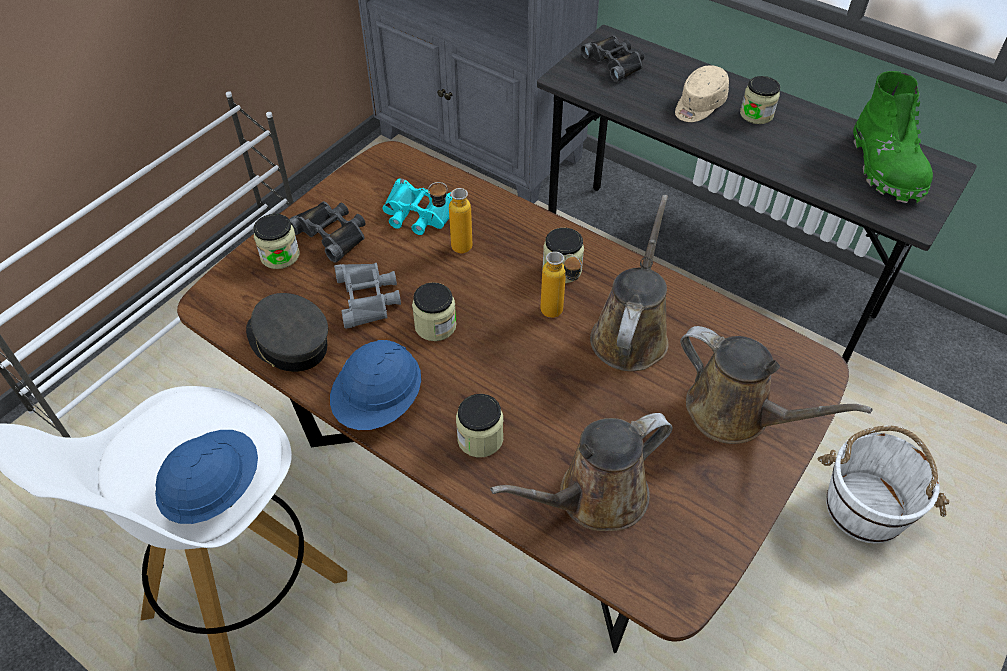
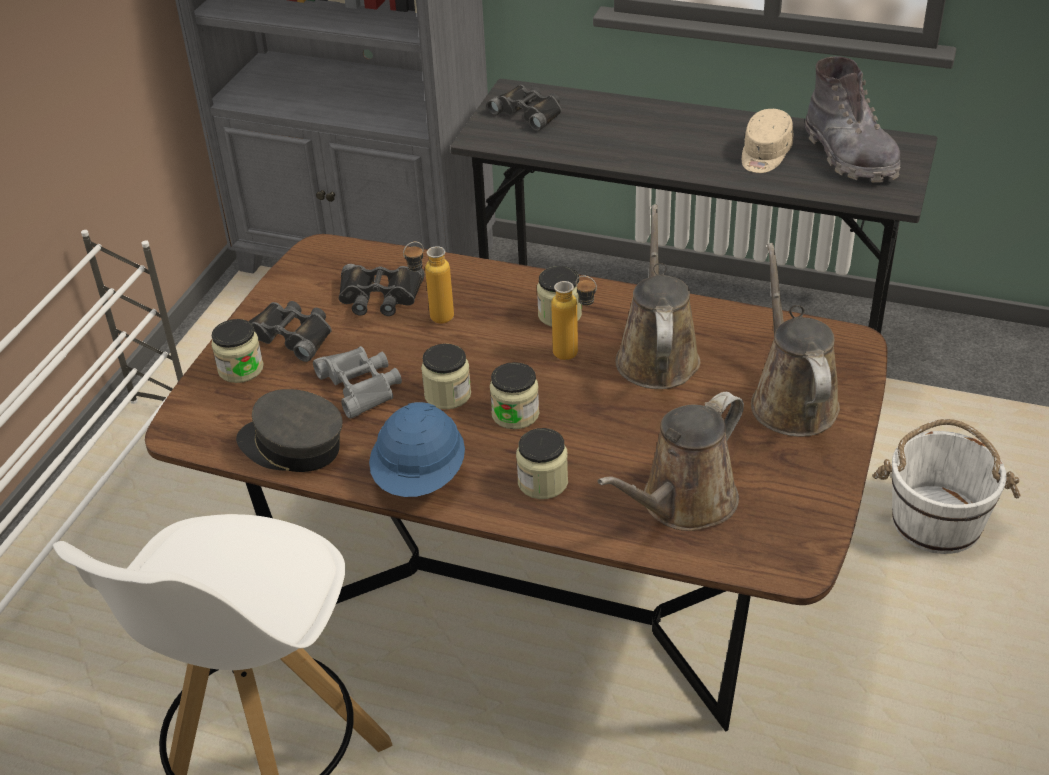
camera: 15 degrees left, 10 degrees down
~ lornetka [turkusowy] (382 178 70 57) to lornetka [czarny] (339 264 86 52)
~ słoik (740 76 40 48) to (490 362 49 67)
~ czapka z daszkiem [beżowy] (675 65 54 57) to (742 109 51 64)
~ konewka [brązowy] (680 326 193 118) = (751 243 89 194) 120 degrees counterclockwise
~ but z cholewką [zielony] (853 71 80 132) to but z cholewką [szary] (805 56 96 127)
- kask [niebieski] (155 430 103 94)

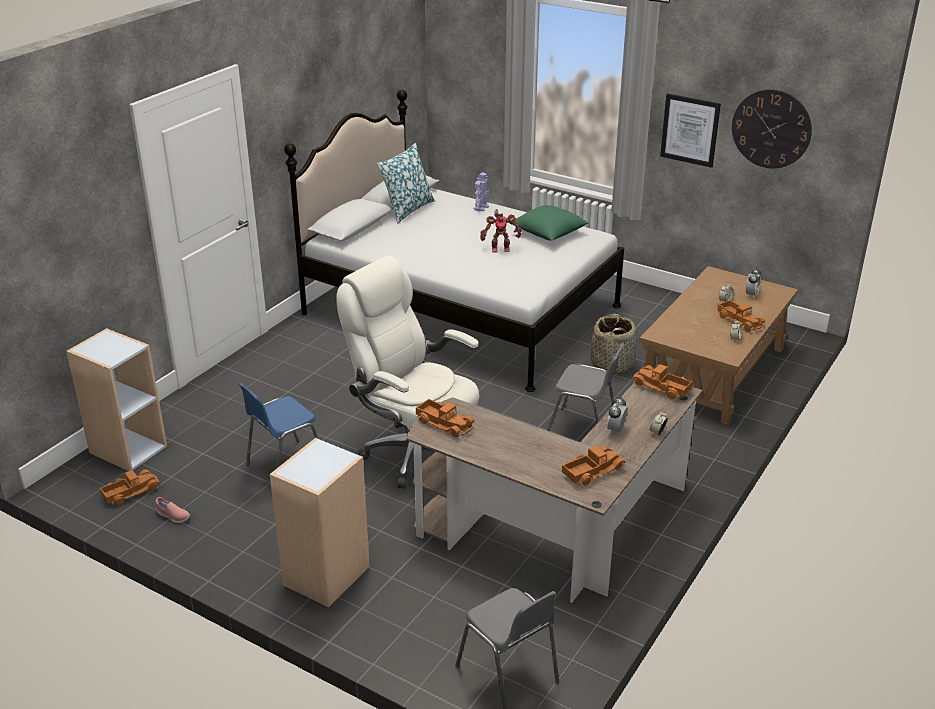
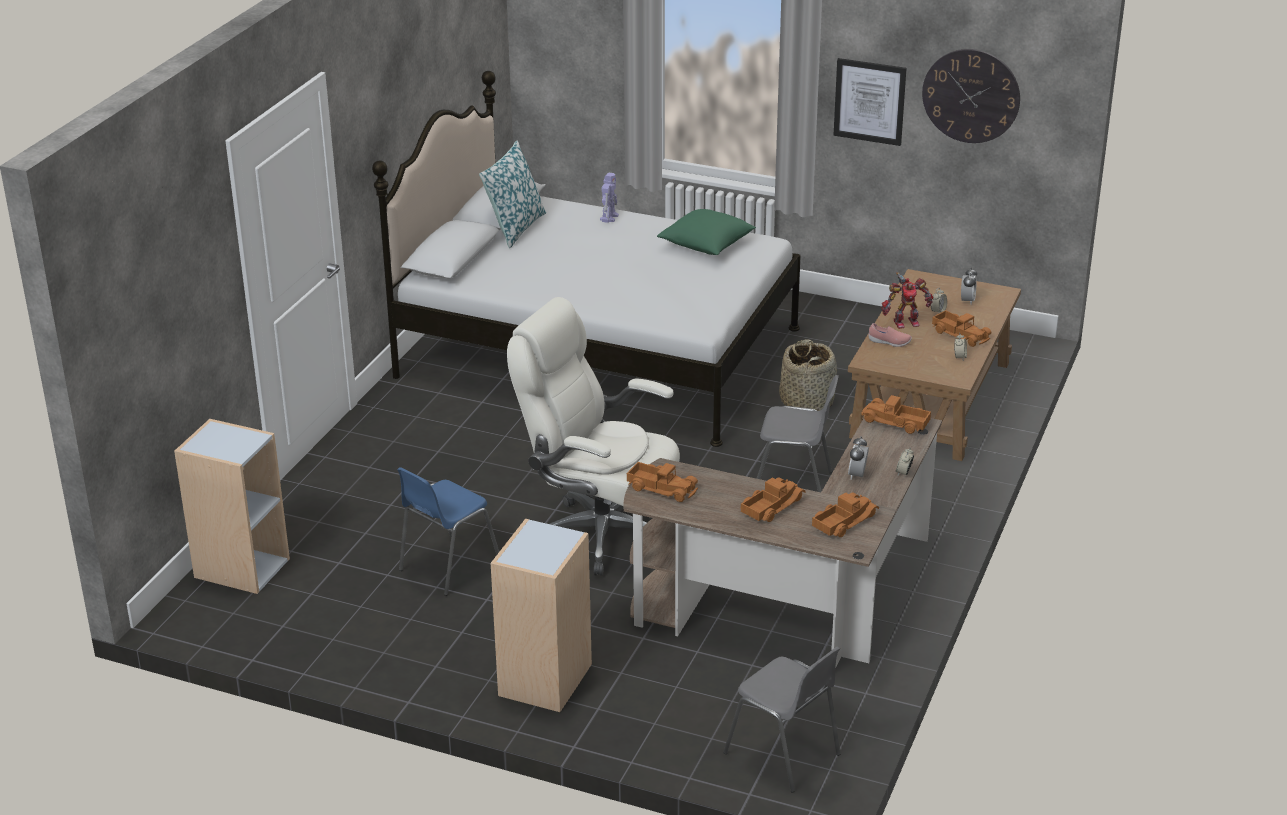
camera: 10 degrees left, 0 degrees up
~ ciężarówka zabawkowa (100 469 59 36) to (740 477 66 45)
~ but [różowy] (155 497 35 26) to (868 323 44 24)
~ robot zabawkowy (480 209 42 43) to (881 272 52 57)

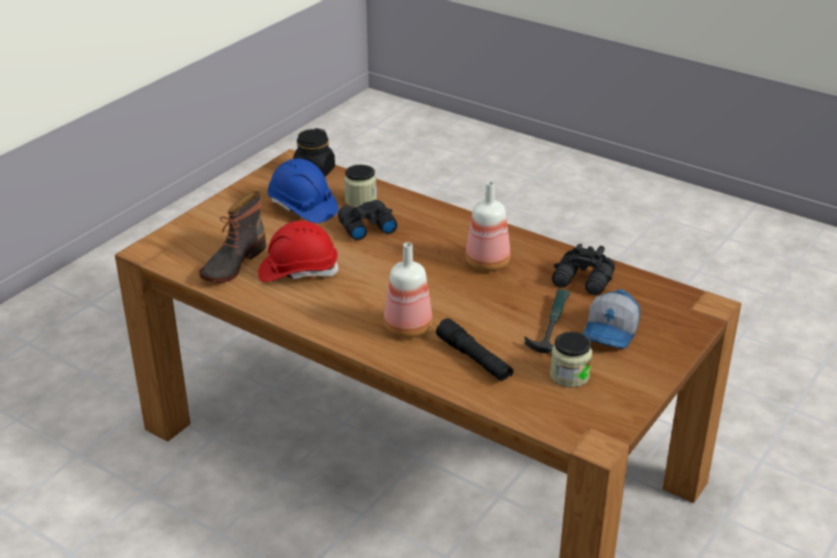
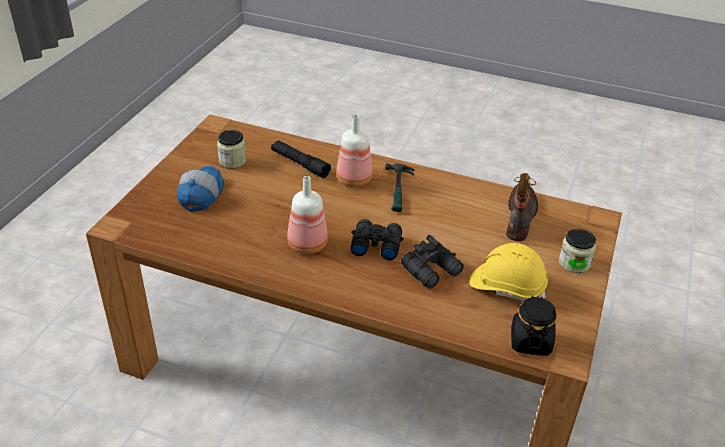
camera: 165 degrees right, 5 degrees up
~ lornetka [czarny] (552 244 63 51) to (351 219 53 41)
~ młotek (524 289 46 64) to (385 163 30 49)
~ kask [niebieski] (267 159 71 64) to kask [żółty] (470 243 78 59)
~ słoik (344 165 33 43) to (559 229 37 44)
- kask [czerwony] (258 221 81 61)

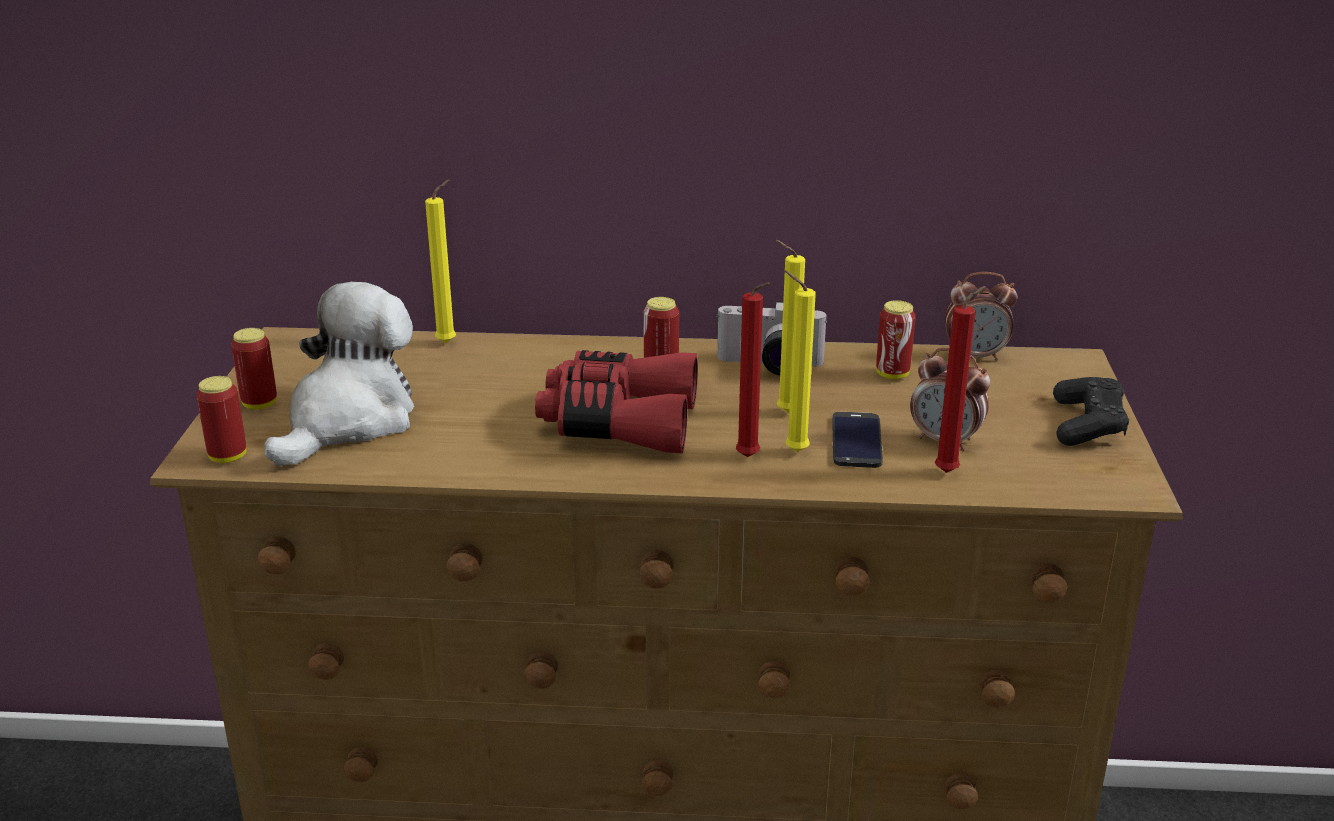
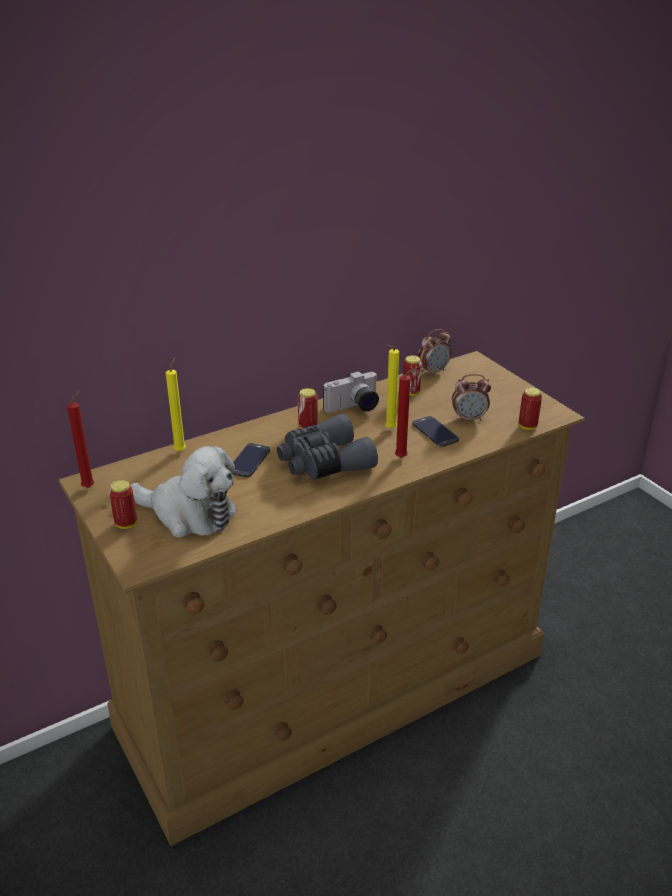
camera: 35 degrees left, 5 degrees up
~ świeca [czerwony] (935 286 51 187) to (67 390 27 98)
~ pluszak (264 282 150 184) = (130 446 107 92) 120 degrees clockwise
+ telefon (233 443 37 34)
~ lornetka [czerwony] (535 350 163 103) to lornetka [szary] (277 413 101 67)
~ puszka (196 376 51 87) to (519 387 23 43)
- świeca [żółty] (785 270 31 182)
- pad do gier [czarny] (1053 377 76 69)

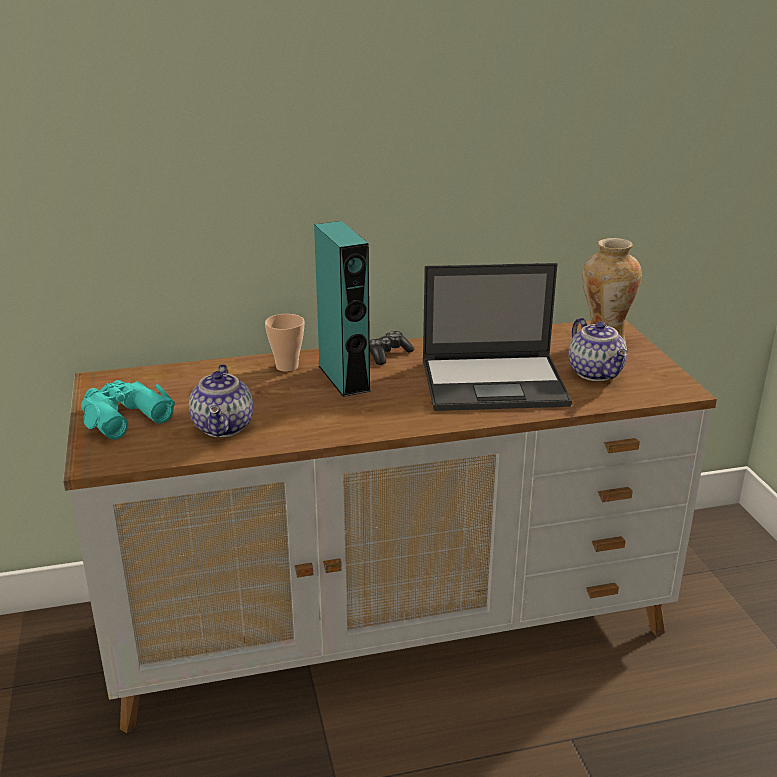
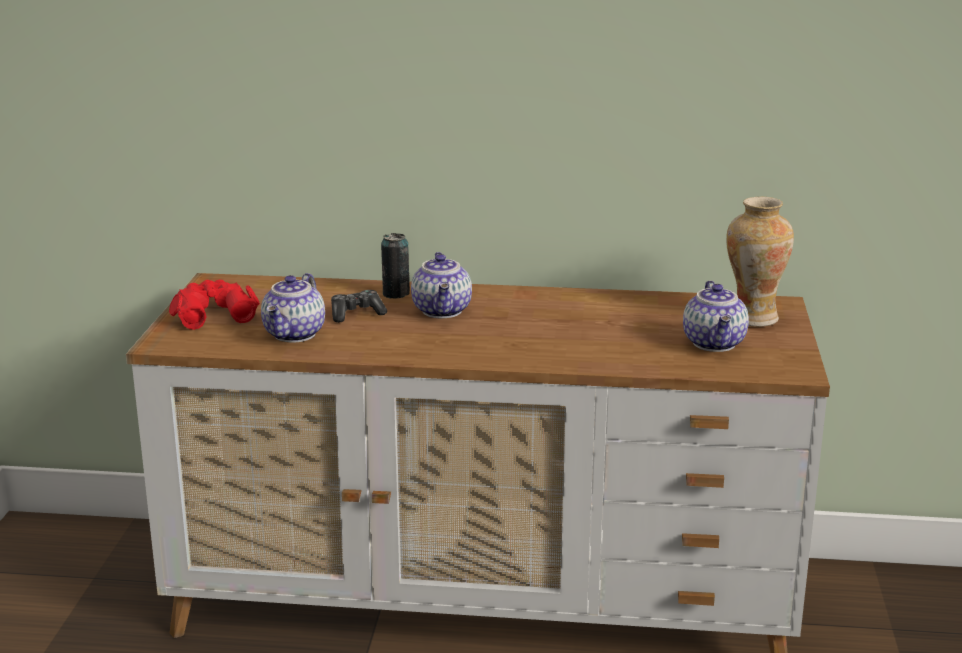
camera: 20 degrees right, 5 degrees down
~ lornetka [turkusowy] (81 380 94 60) to lornetka [czerwony] (169 280 91 50)
~ pad do gier (370 331 44 34) to (331 290 56 33)
~ filiżanka (265 314 39 58) to puszka (381 233 29 66)
~ głośnik [turkusowy] (314 221 57 176) to imbryk (411 252 61 66)
- laptop (423 263 149 148)

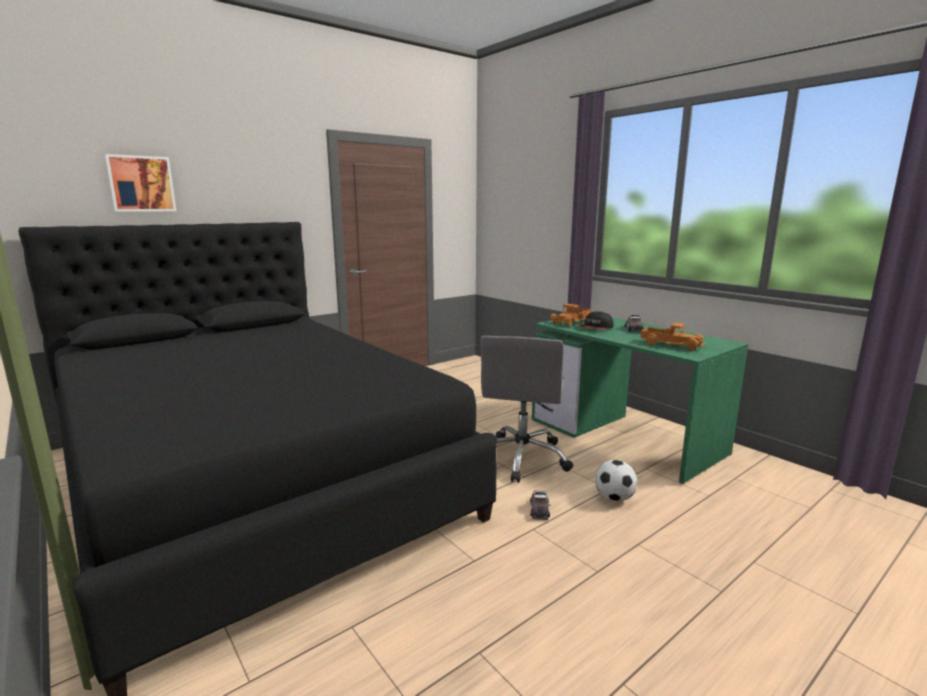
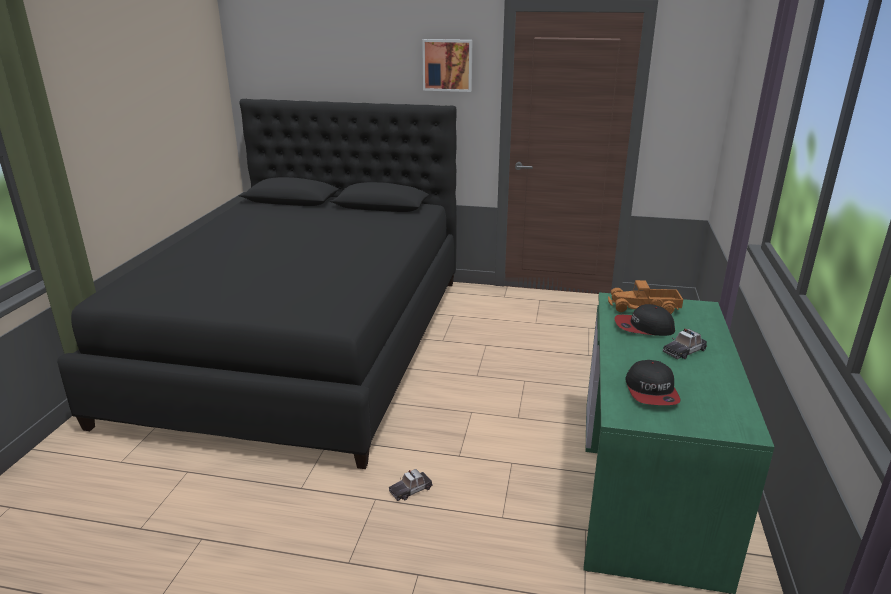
camera: 50 degrees right, 10 degrees up
~ obraz (105 154 71 58) to (422 39 50 53)
~ ciężarówka zabawkowa (640 323 65 28) to czapka z daszkiem (625 360 56 45)
- krzesło biurowe [szary] (480 336 94 147)
- piłka futbolowa (595 460 42 41)

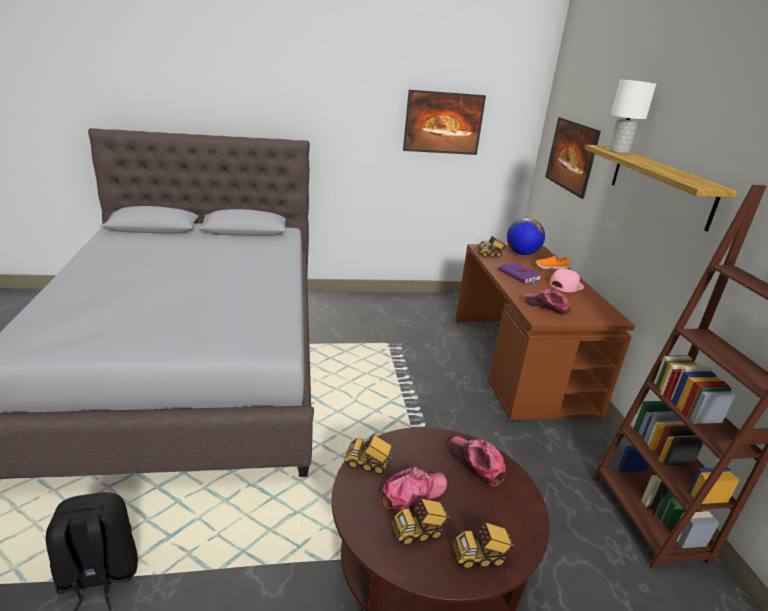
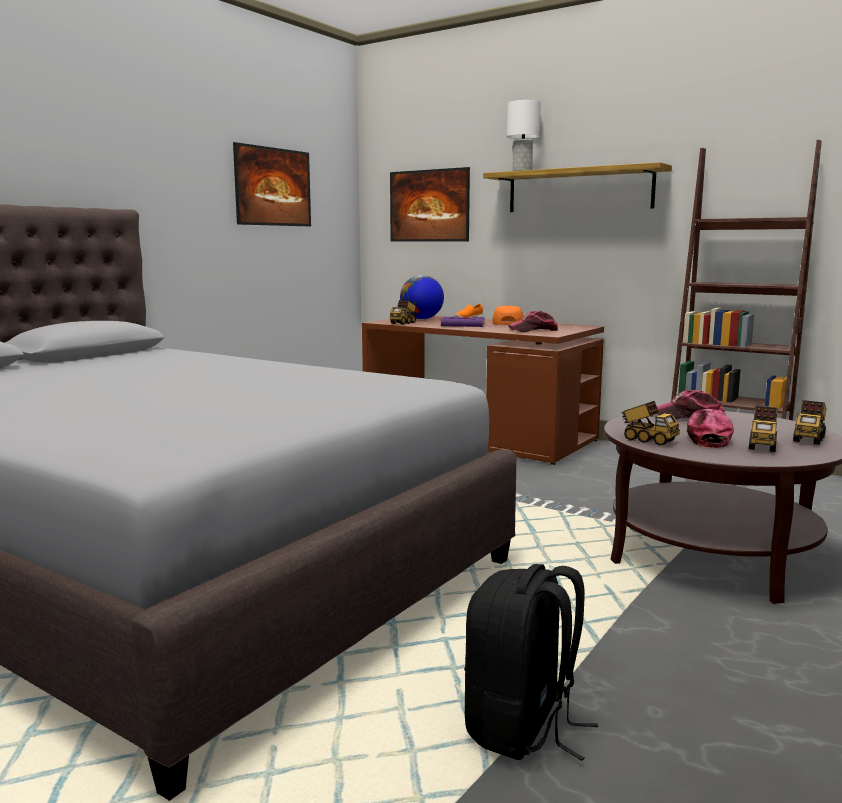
camera: 45 degrees left, 15 degrees down
~ czapka z daszkiem [różowy] (550 269 34 23) to czapka z daszkiem [pomarańczowy] (493 305 30 20)
~ ciężarówka zabawkowa (344 434 50 41) = (621 401 59 45) 105 degrees counterclockwise

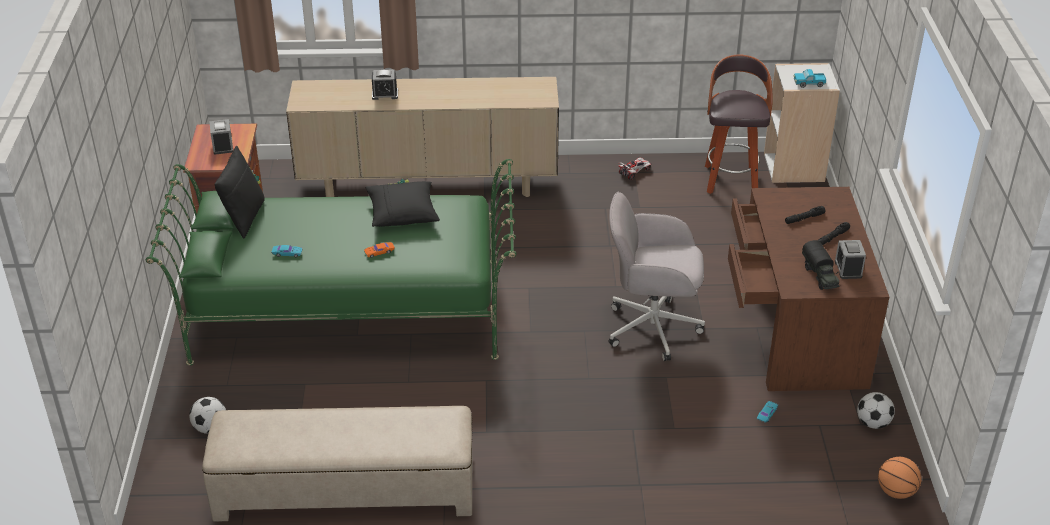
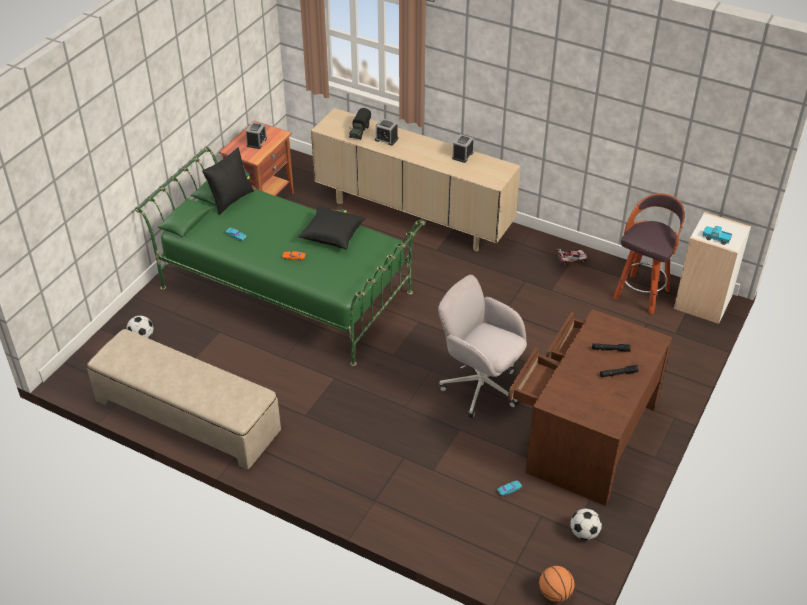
camera: 30 degrees right, 5 degrees up
~ ciężarówka zabawkowa (802 240 38 50) to (349 108 22 32)
~ budzik (835 240 31 39) to (452 134 22 29)

